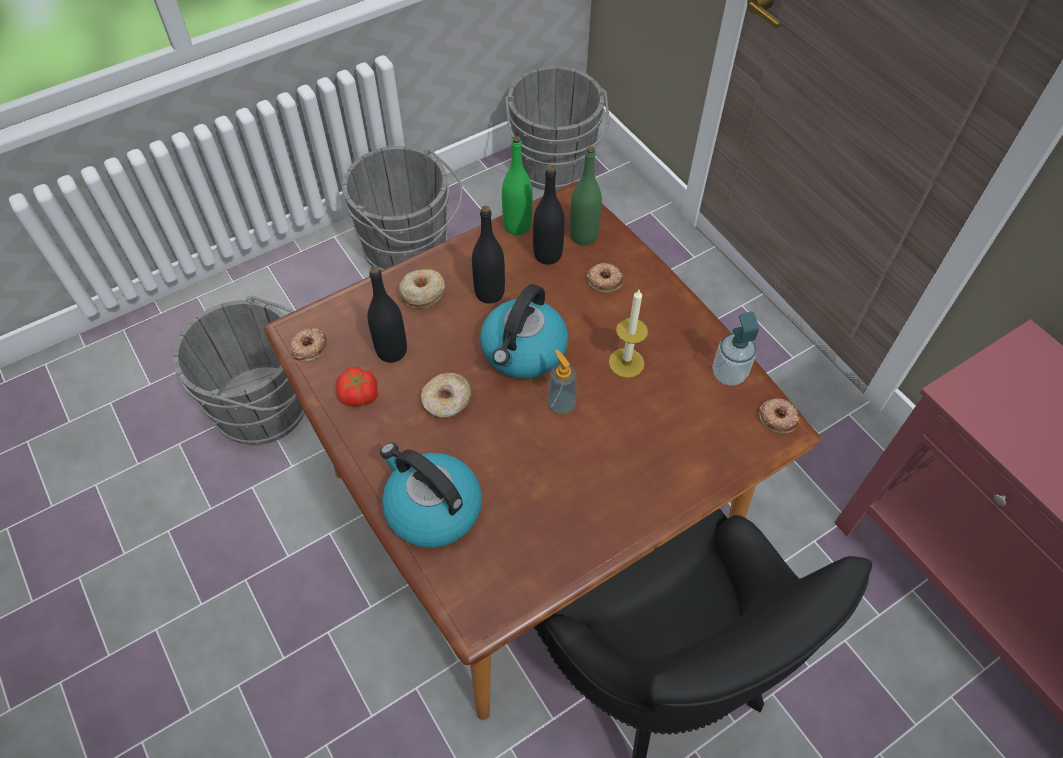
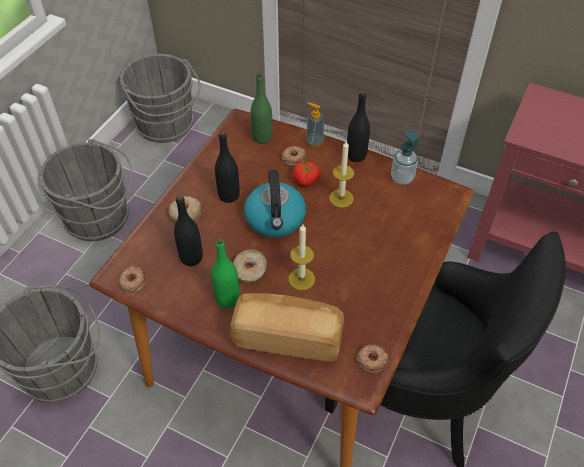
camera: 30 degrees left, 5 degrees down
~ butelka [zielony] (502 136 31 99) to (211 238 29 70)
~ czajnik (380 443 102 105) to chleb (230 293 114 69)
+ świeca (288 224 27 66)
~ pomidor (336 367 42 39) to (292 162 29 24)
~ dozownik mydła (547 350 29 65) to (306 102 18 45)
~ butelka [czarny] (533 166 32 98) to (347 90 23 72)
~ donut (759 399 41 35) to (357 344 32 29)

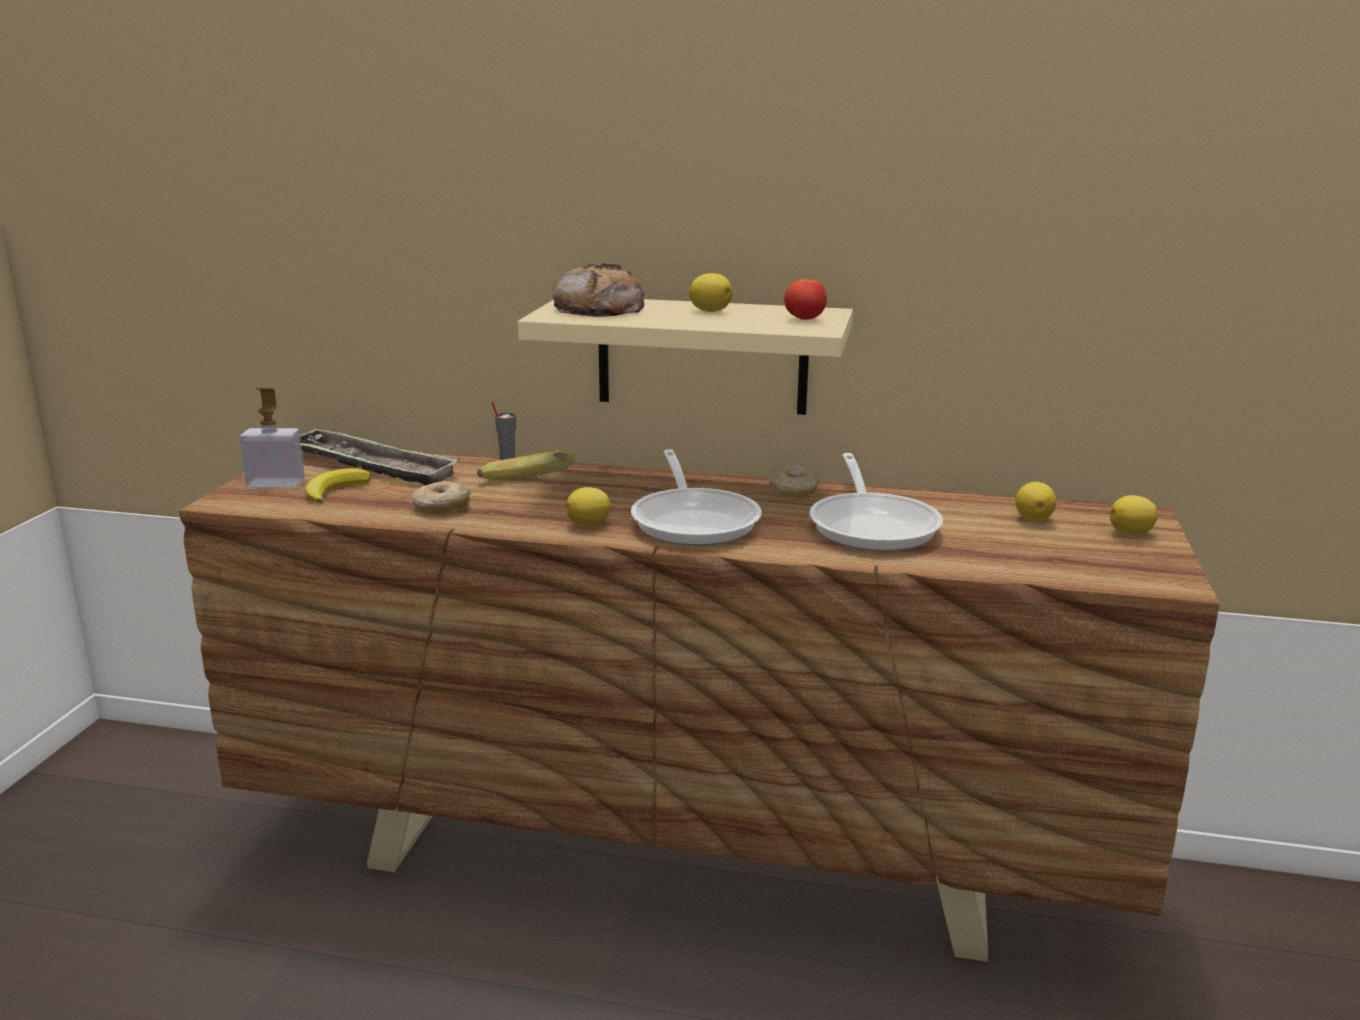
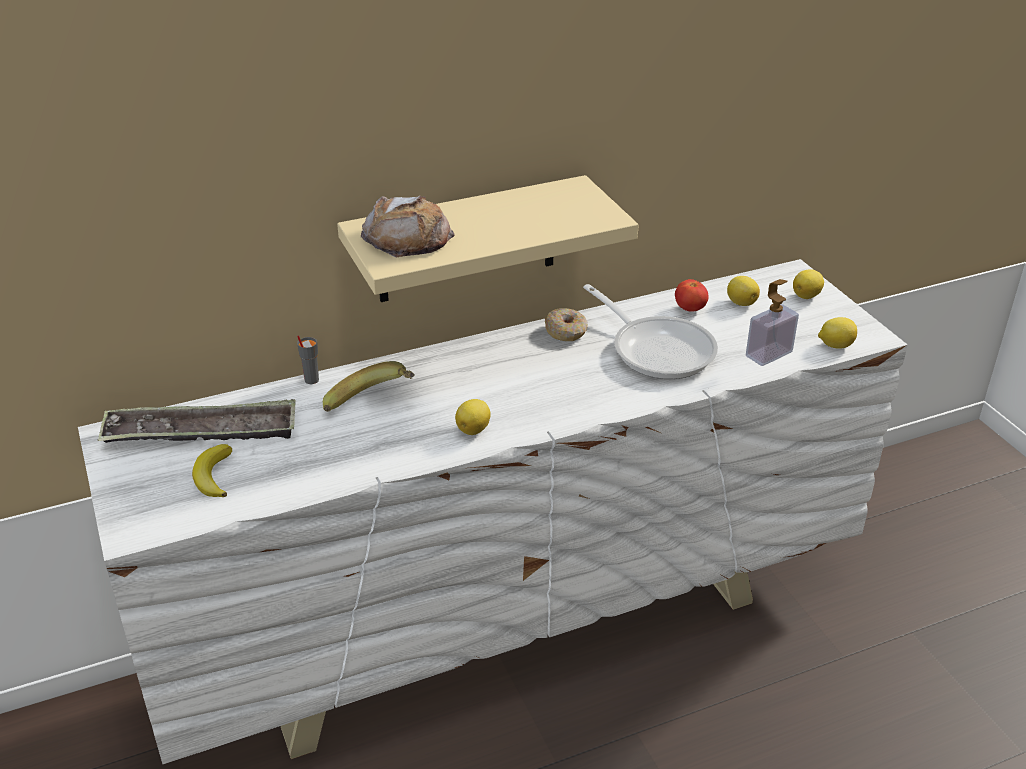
camera: 35 degrees left, 15 degrees up
~ szafka [brązowy] (179 450 1041 512) to szafka [biały] (78 259 830 505)
~ pomidor (784 279 43 41) to (675 279 34 33)
~ dozownik mydła (240 388 65 99) to (746 279 53 87)
~ cytryna (689 273 44 39) to (818 317 39 32)
- donut (412 481 59 33)
- patelnia (631 449 131 97)

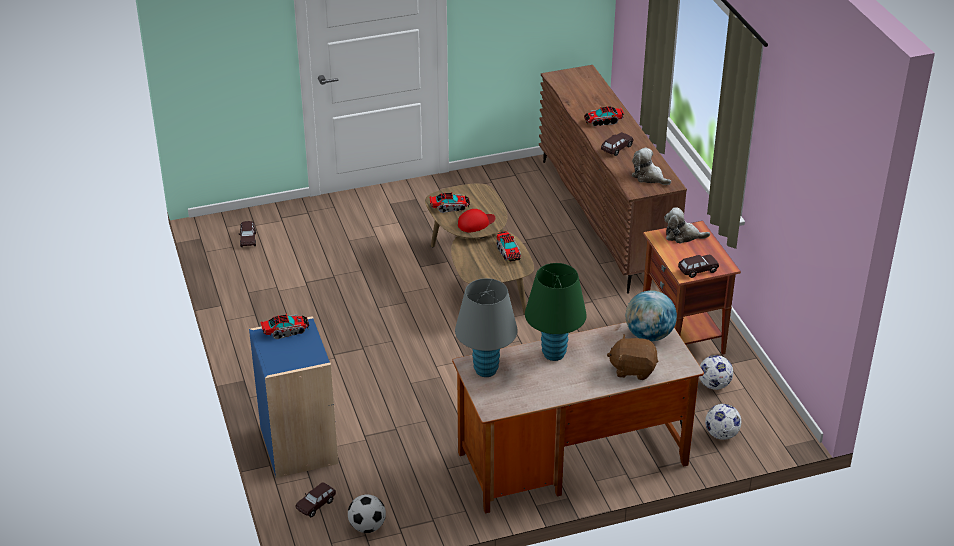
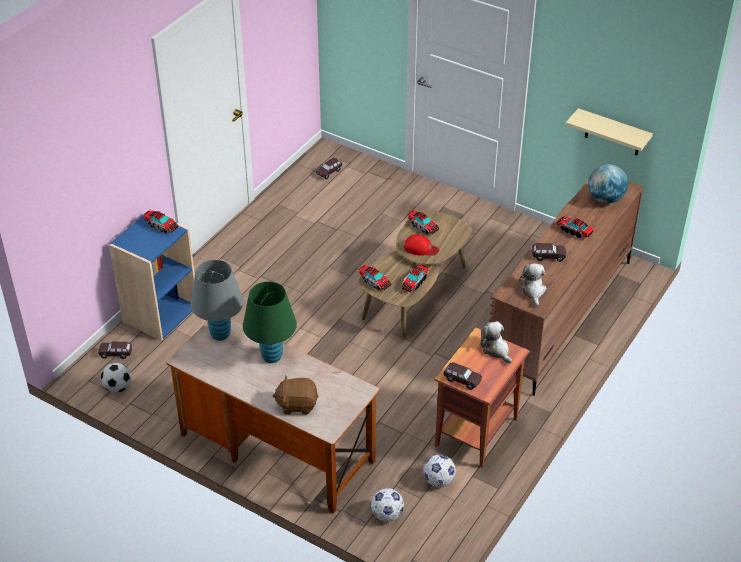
camera: 50 degrees right, 5 degrees up
~ pluszak [brązowy] (607 334 51 46) = (272 375 47 40) 60 degrees counterclockwise
+ ciężarówka zabawkowa (359 264 33 27)
+ półka [beżowy] (566 108 87 47)
~ globus (626 290 51 51) to (588 164 40 40)

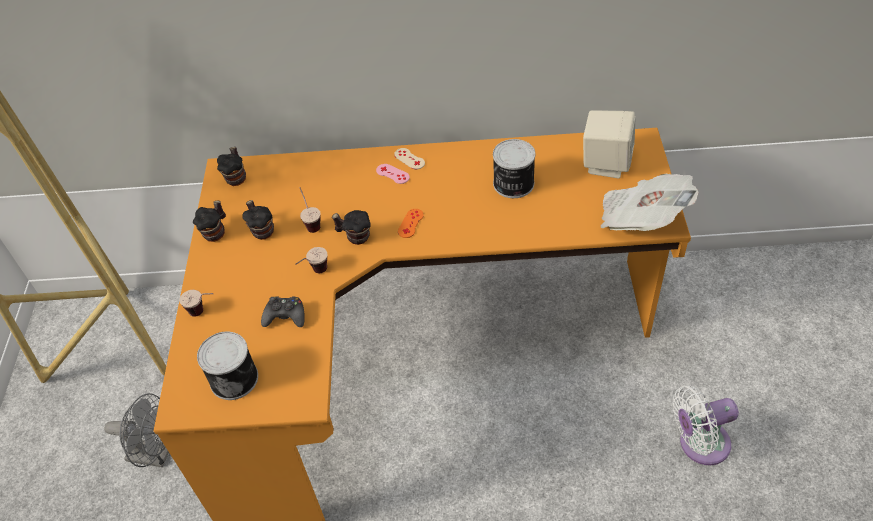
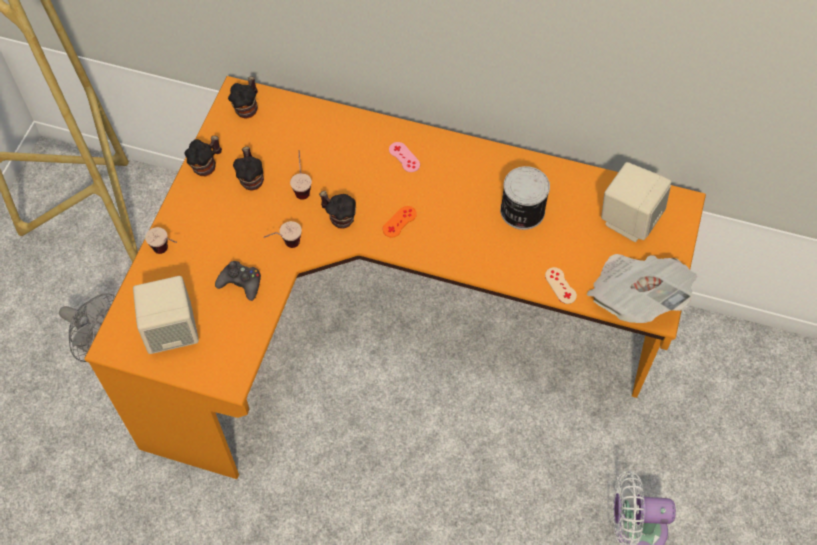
camera: 15 degrees right, 10 degrees up
~ puszka (197 332 61 68) to głośnik [beżowy] (133 276 66 78)
~ pad do gier [beżowy] (394 148 31 21) to (545 267 32 37)

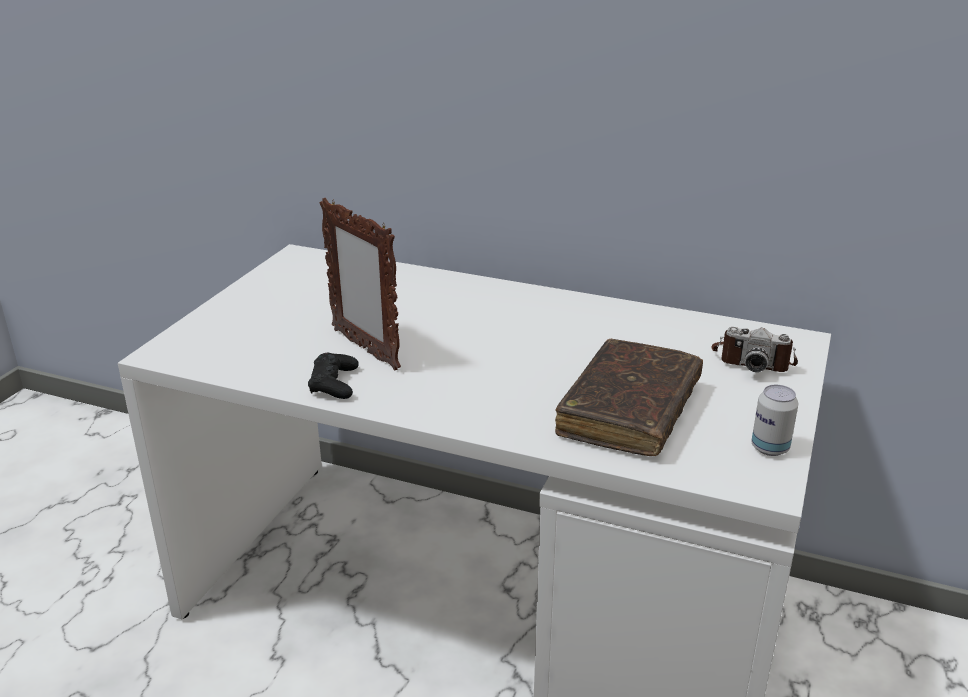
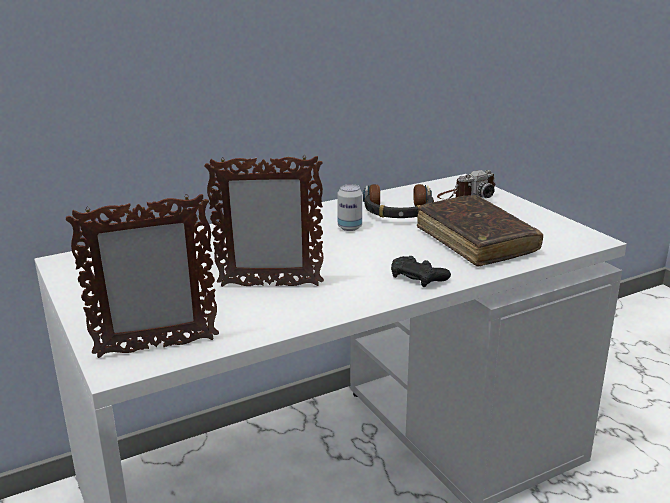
camera: 50 degrees left, 5 degrees down
+ ramka na zdjęcie (66 194 153 164)
~ puszka (751 385 47 71) to (337 184 25 47)
+ słuchawki (363 184 71 34)
~ pad do gier [czarny] (308 352 51 47) to (391 256 60 31)

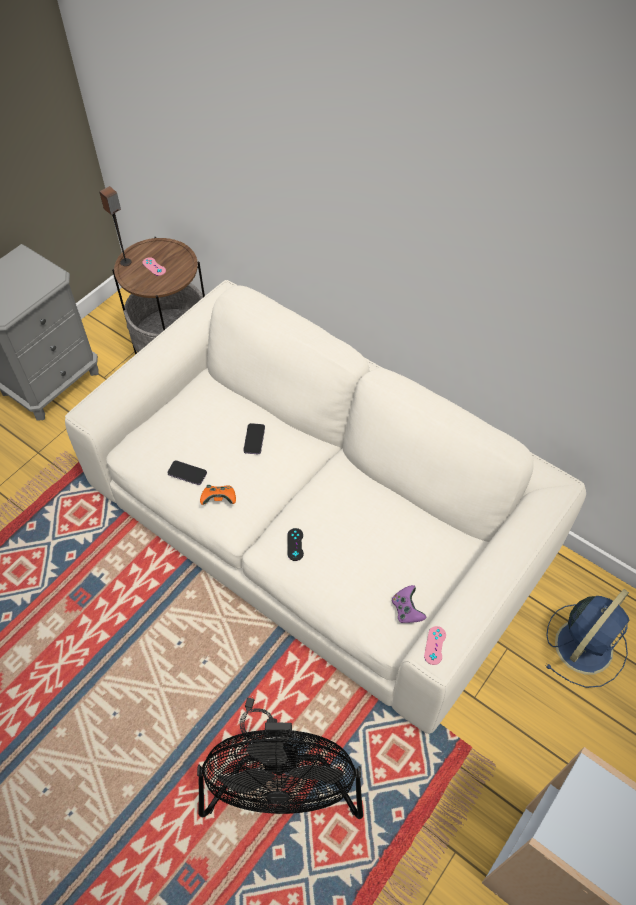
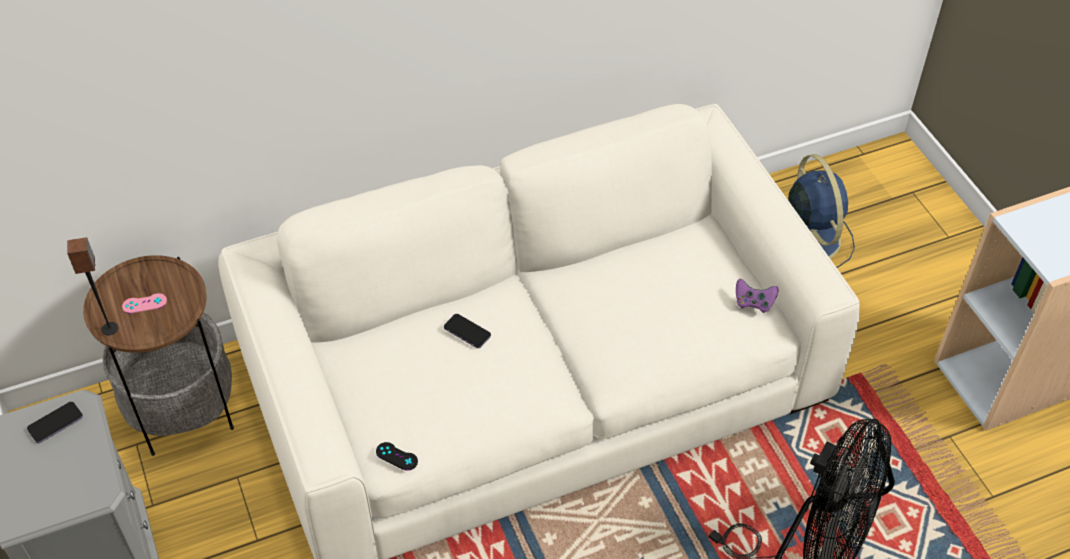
camera: 60 degrees left, 5 degrees down
~ telefon (167 461 40 24) to (27 402 56 41)
~ pad do gier [czarny] (288 528 16 33) to (376 442 42 29)
- pad do gier [pomarańczowy] (200 485 36 20)
- pad do gier [różowy] (424 626 22 39)

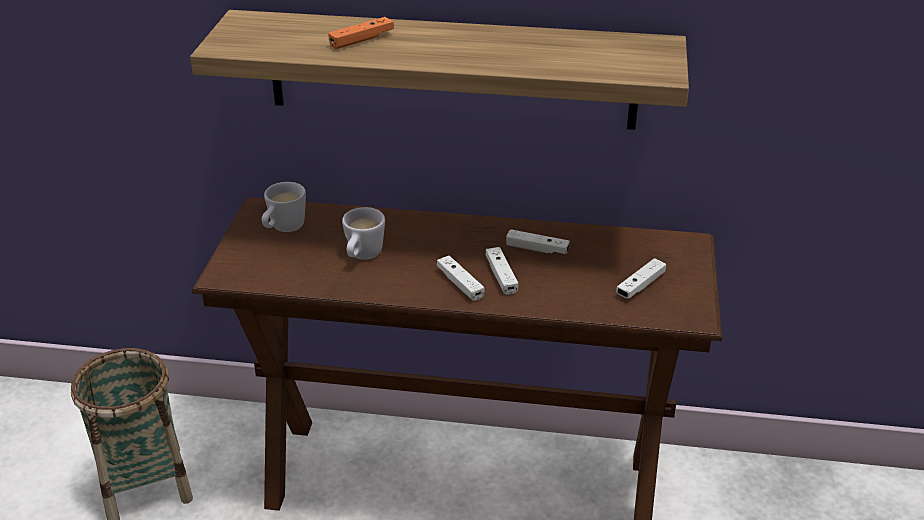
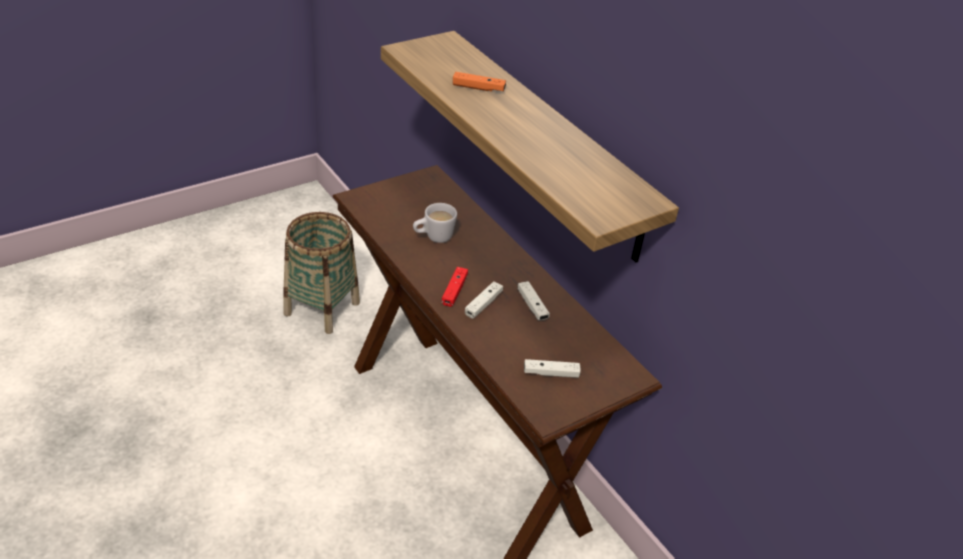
camera: 45 degrees right, 5 degrees up
~ pad do gier [biały] (437 256 47 45) to pad do gier [czerwony] (442 267 26 40)
- kubek [biały] (262 182 44 50)

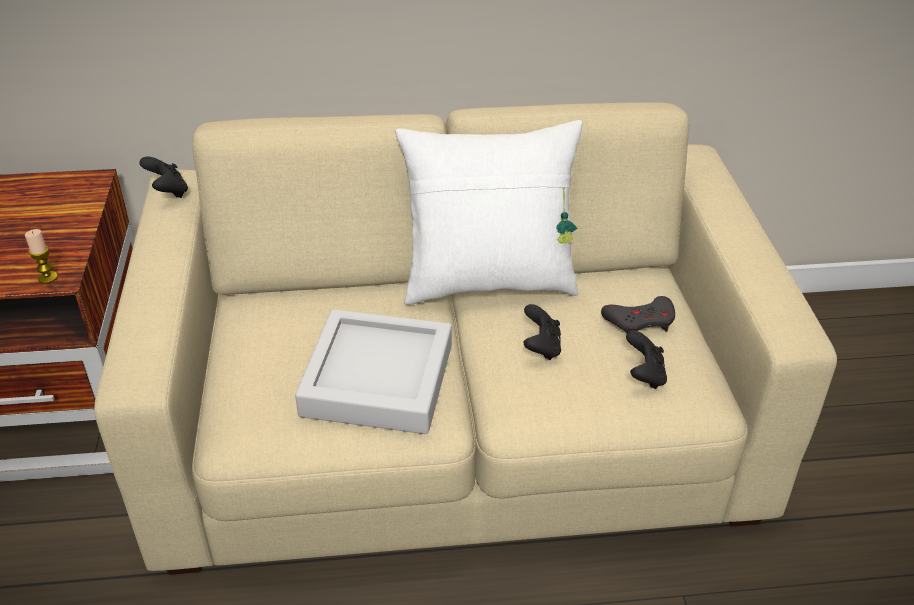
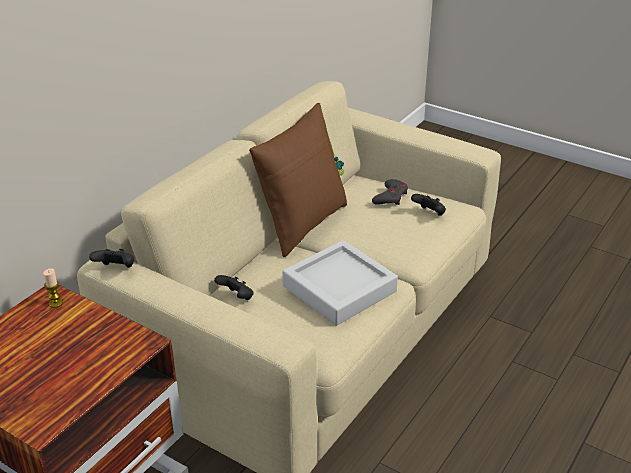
camera: 50 degrees left, 5 degrees down
~ świeca (25 229 33 55) to (43 268 20 40)
~ pad do gier [czarny] (523 304 38 56) to (214 275 40 25)
~ poduszka [biały] (395 120 187 185) to poduszka [brązowy] (249 103 98 154)

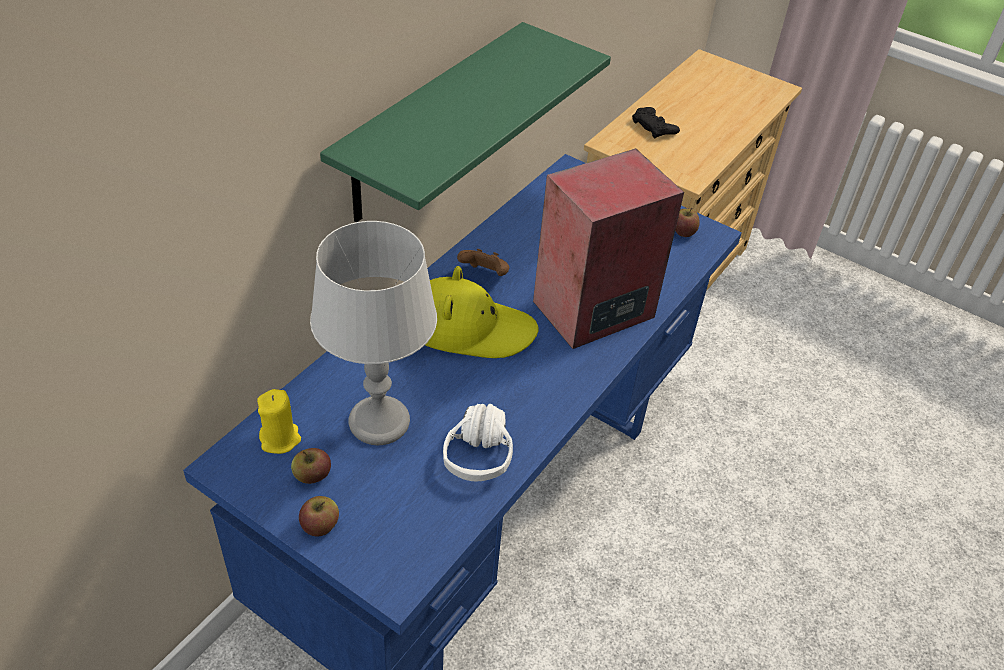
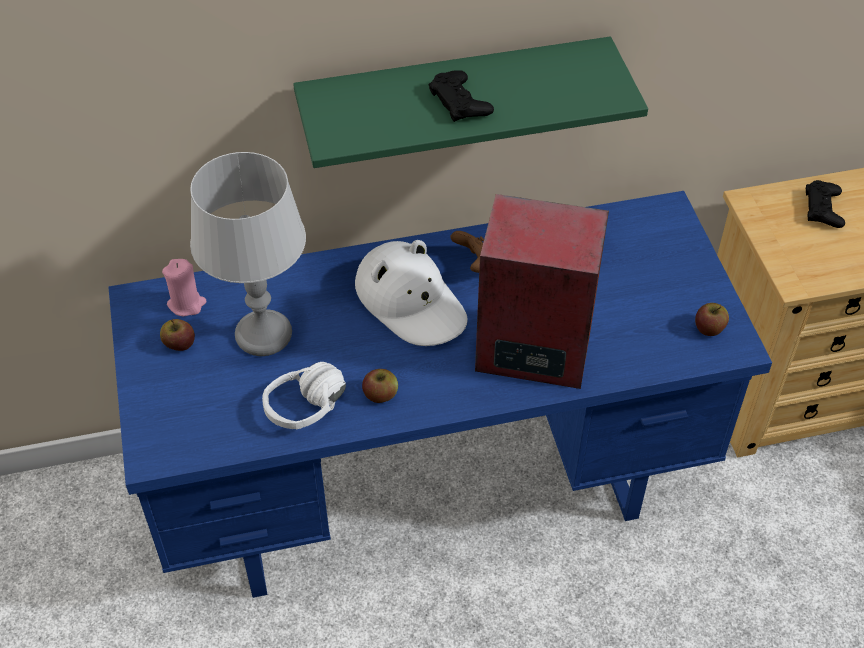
camera: 45 degrees right, 5 degrees up
~ świeca [żółty] (257 389 44 65) to świeca [różowy] (162 259 44 57)
~ kapelusz [żółty] (425 266 113 92) to kapelusz [biały] (355 240 113 106)
~ jabłko (299 496 40 40) to (362 369 36 34)
+ pad do gier [czarny] (428 70 66 52)

